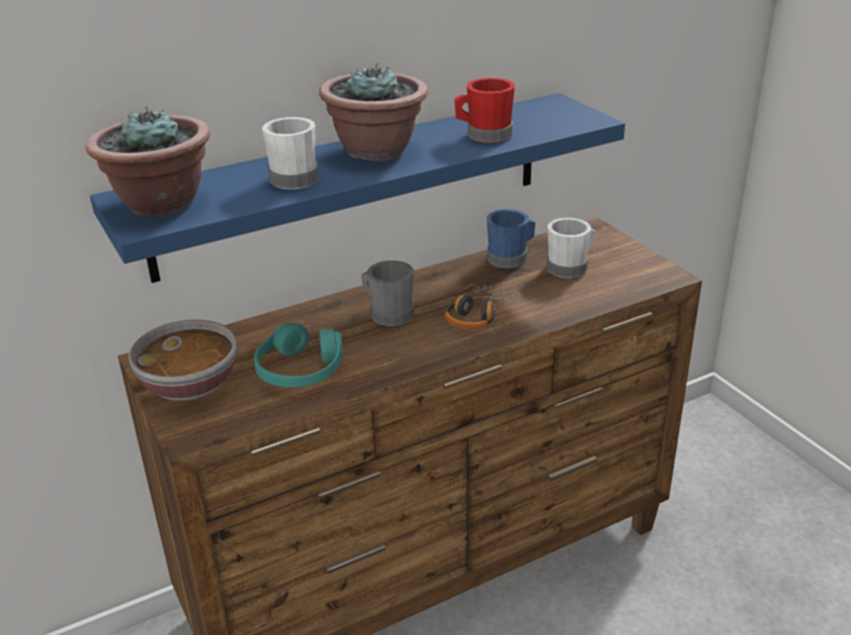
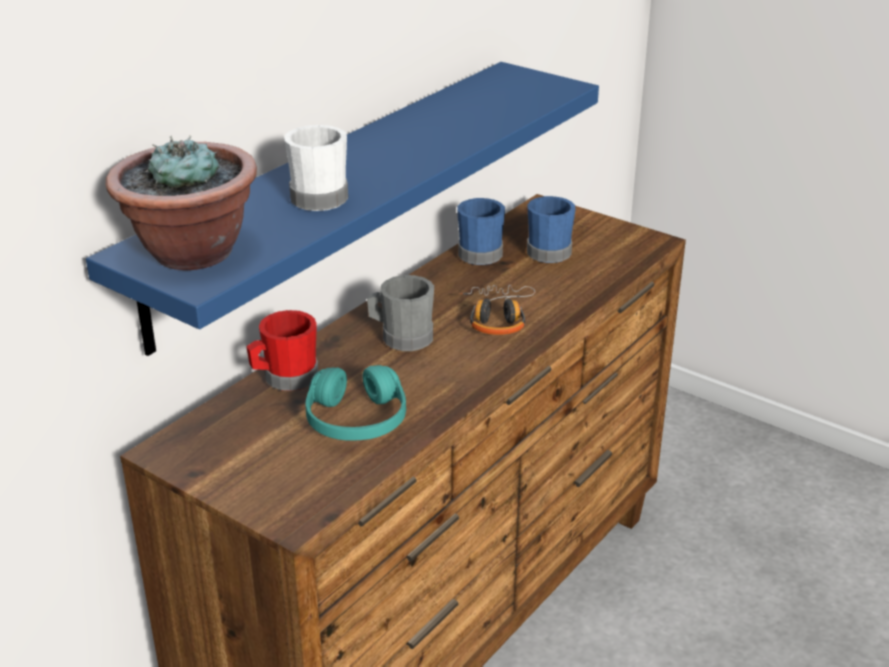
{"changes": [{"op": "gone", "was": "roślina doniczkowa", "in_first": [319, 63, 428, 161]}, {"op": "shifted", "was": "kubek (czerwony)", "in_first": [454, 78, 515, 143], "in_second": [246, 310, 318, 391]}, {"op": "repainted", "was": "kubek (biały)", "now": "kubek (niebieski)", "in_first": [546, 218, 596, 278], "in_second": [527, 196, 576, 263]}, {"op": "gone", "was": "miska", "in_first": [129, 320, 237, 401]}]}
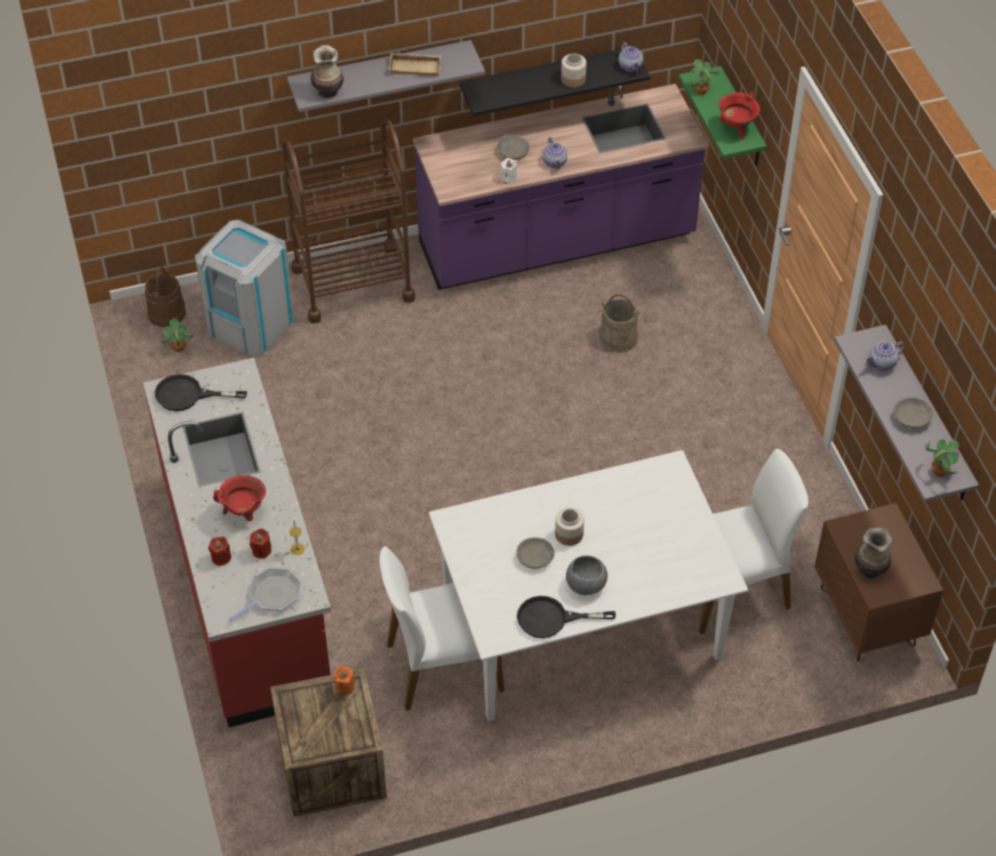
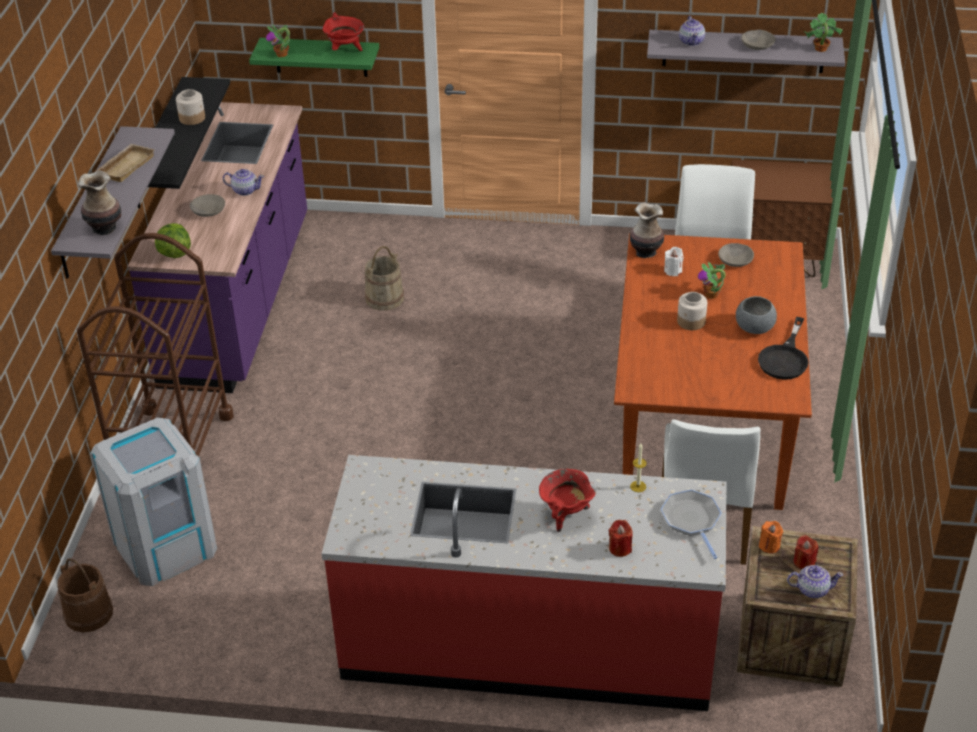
{"changes": [{"op": "shifted", "was": "imbryk", "in_first": [618, 42, 643, 72], "in_second": [787, 565, 844, 598]}, {"op": "shifted", "was": "świeca (biały)", "in_first": [501, 158, 517, 184], "in_second": [664, 247, 684, 276]}, {"op": "shifted", "was": "roślina doniczkowa", "in_first": [159, 318, 195, 352], "in_second": [698, 262, 726, 299]}, {"op": "gone", "was": "patelnia (czarny)", "in_first": [155, 374, 247, 411]}, {"op": "repainted", "was": "stół jadalny (biały)", "now": "stół jadalny (brązowy)", "in_first": [429, 450, 748, 721], "in_second": [614, 233, 812, 510]}, {"op": "shifted", "was": "świeca (czerwony)", "in_first": [250, 528, 271, 559], "in_second": [794, 535, 818, 569]}, {"op": "shifted", "was": "wazon", "in_first": [855, 528, 893, 579], "in_second": [630, 202, 664, 258]}, {"op": "shifted", "was": "miska (szary)", "in_first": [516, 537, 555, 569], "in_second": [718, 243, 754, 267]}, {"op": "new", "now": "sałata", "in_second": [155, 223, 191, 258]}]}
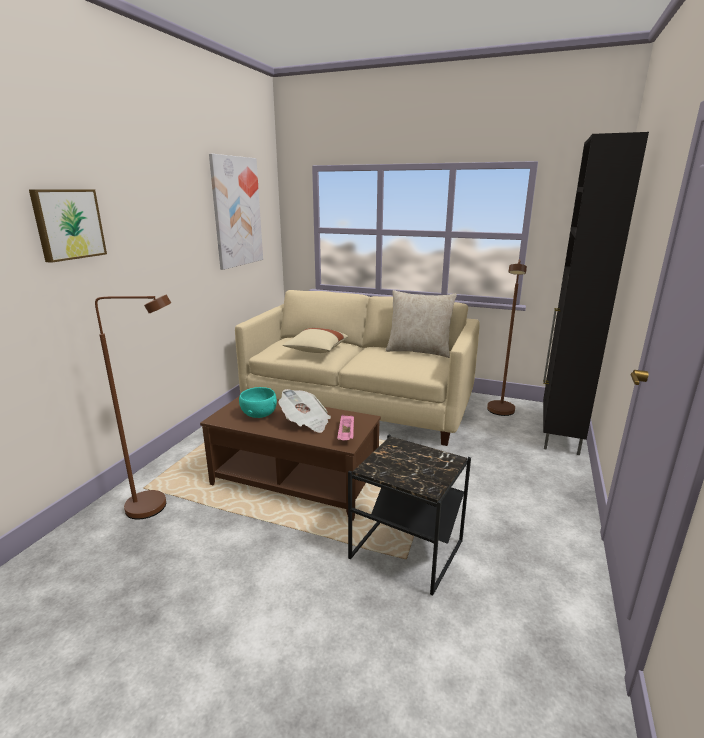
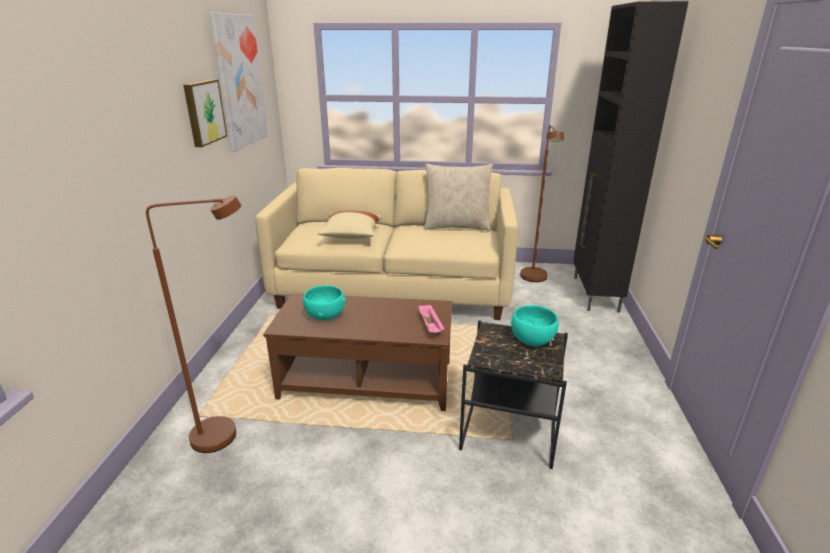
{"changes": [{"op": "shifted", "was": "obraz", "in_first": [29, 189, 107, 263], "in_second": [183, 79, 227, 147]}, {"op": "gone", "was": "gazeta", "in_first": [278, 389, 331, 433]}, {"op": "new", "now": "miska (turkusowy)", "in_second": [511, 305, 559, 346]}]}
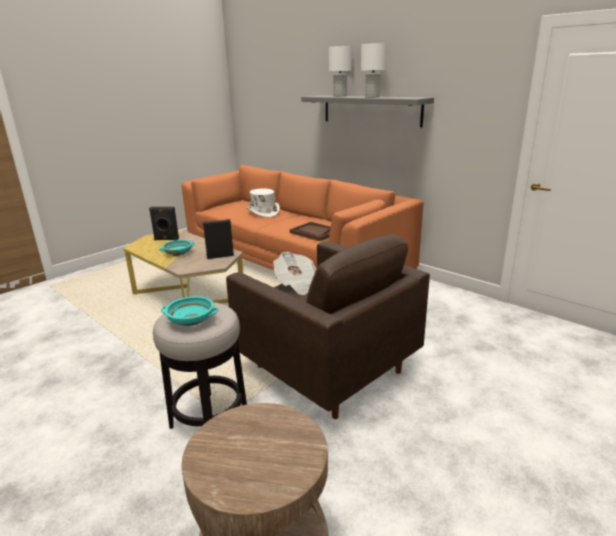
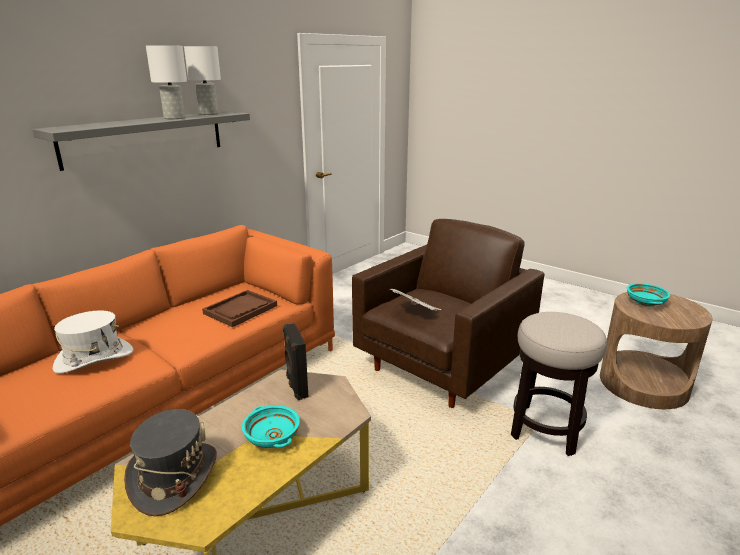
{"changes": [{"op": "shifted", "was": "lampa stołowa (biały)", "in_first": [329, 46, 352, 97], "in_second": [184, 46, 221, 115]}, {"op": "swapped", "was": "głośnik (czarny)", "now": "kapelusz (szary)", "in_first": [149, 207, 179, 240], "in_second": [124, 409, 217, 516]}, {"op": "shifted", "was": "miska (turkusowy)", "in_first": [161, 296, 219, 326], "in_second": [627, 283, 670, 307]}]}
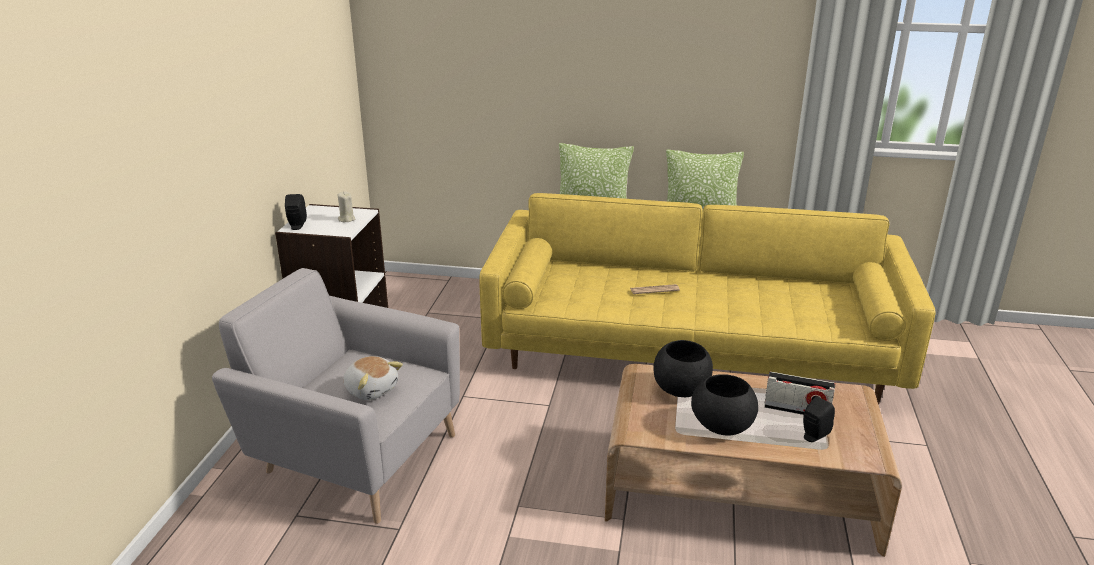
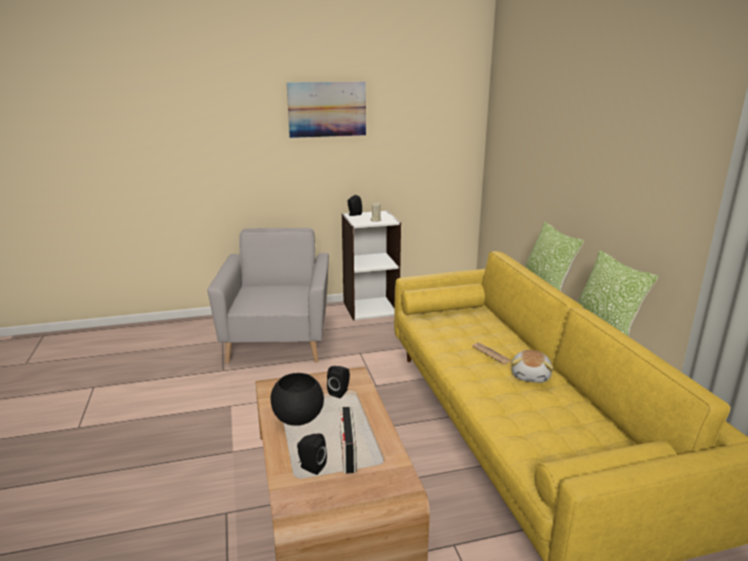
{"changes": [{"op": "swapped", "was": "miska (czarny)", "now": "głośnik (czarny)", "in_first": [653, 340, 713, 397], "in_second": [327, 366, 350, 398]}, {"op": "shifted", "was": "pluszak", "in_first": [343, 356, 403, 400], "in_second": [511, 350, 553, 383]}, {"op": "new", "now": "obraz", "in_second": [287, 82, 366, 138]}]}
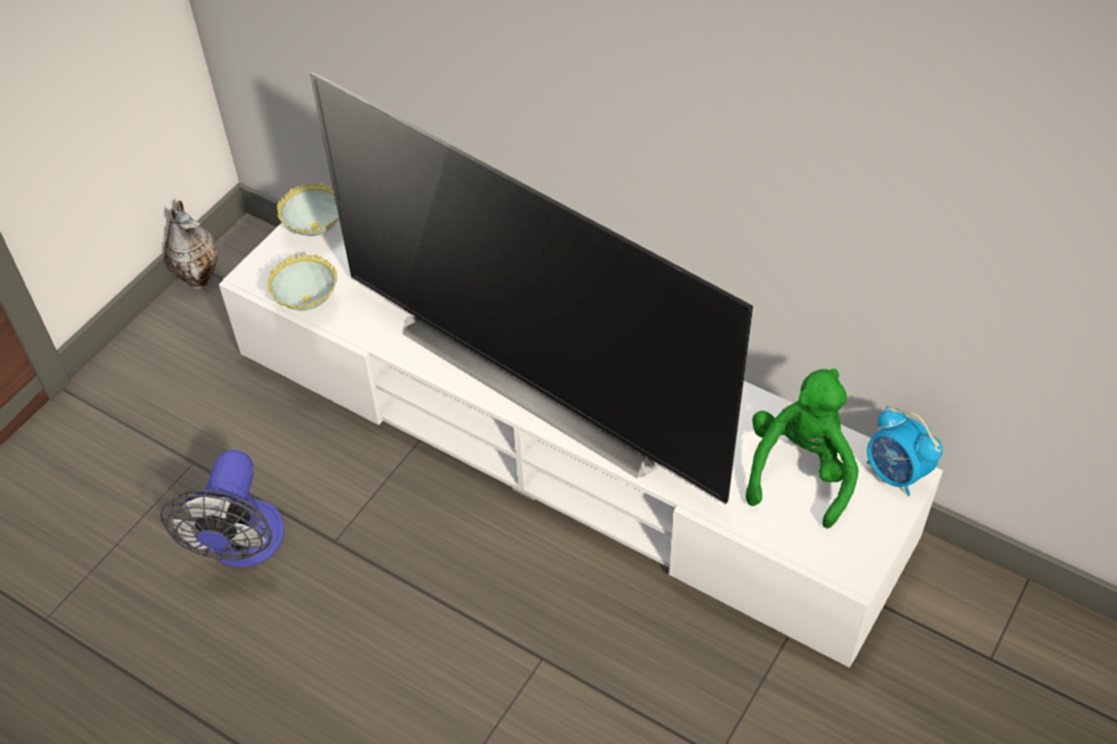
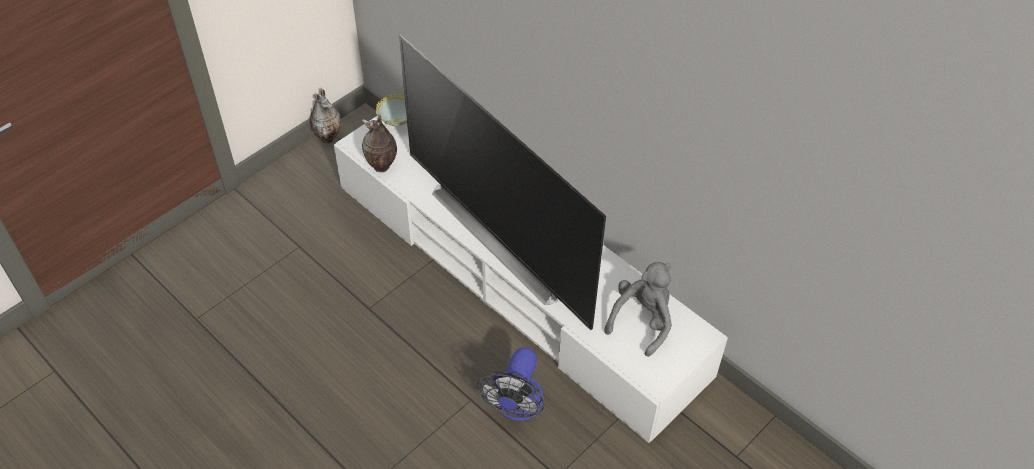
{"changes": [{"op": "swapped", "was": "miska", "now": "wazon", "in_first": [266, 254, 337, 311], "in_second": [362, 114, 397, 172]}, {"op": "repainted", "was": "pluszak (zielony)", "now": "pluszak (szary)", "in_first": [746, 369, 858, 529], "in_second": [604, 262, 672, 357]}, {"op": "gone", "was": "budzik", "in_first": [867, 406, 943, 496]}, {"op": "shifted", "was": "wentylator", "in_first": [160, 450, 284, 568], "in_second": [477, 347, 545, 421]}]}
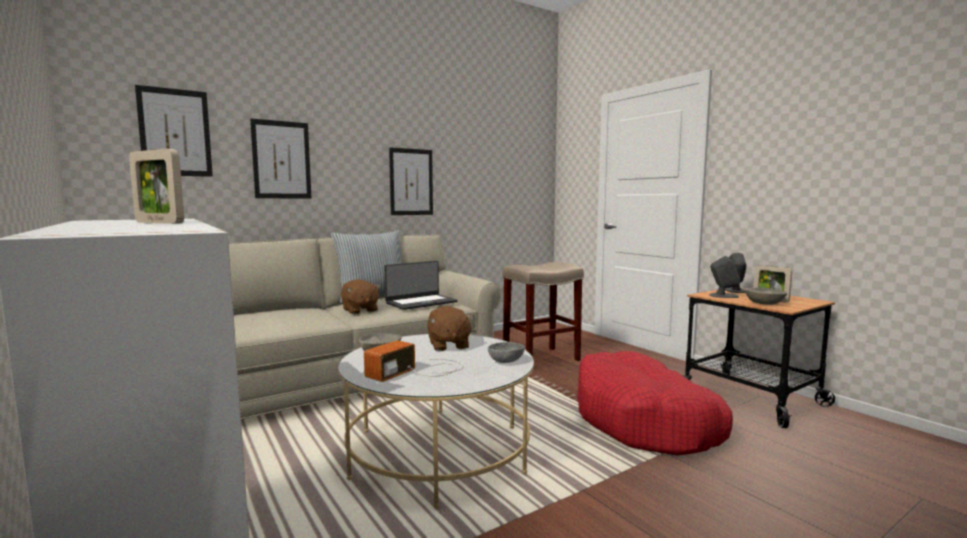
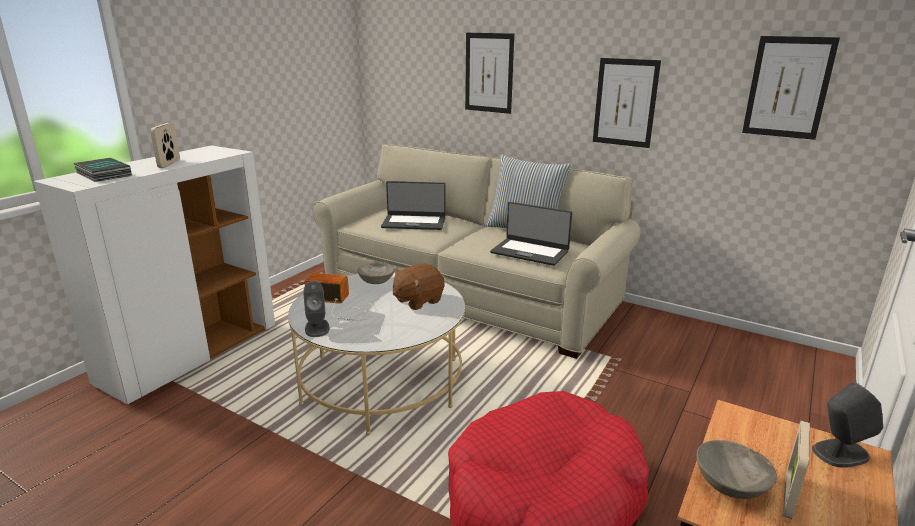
{"changes": [{"op": "shifted", "was": "obraz", "in_first": [135, 85, 213, 177], "in_second": [742, 36, 840, 140]}, {"op": "shifted", "was": "głośnik (szary)", "in_first": [709, 256, 740, 298], "in_second": [303, 281, 329, 337]}, {"op": "gone", "was": "stołek (beżowy)", "in_first": [503, 262, 584, 361]}, {"op": "gone", "was": "pluszak (brązowy)", "in_first": [341, 279, 381, 314]}, {"op": "gone", "was": "miska (szary)", "in_first": [488, 342, 525, 363]}, {"op": "new", "now": "książka", "in_second": [74, 158, 132, 182]}, {"op": "new", "now": "laptop", "in_second": [381, 181, 446, 230]}]}
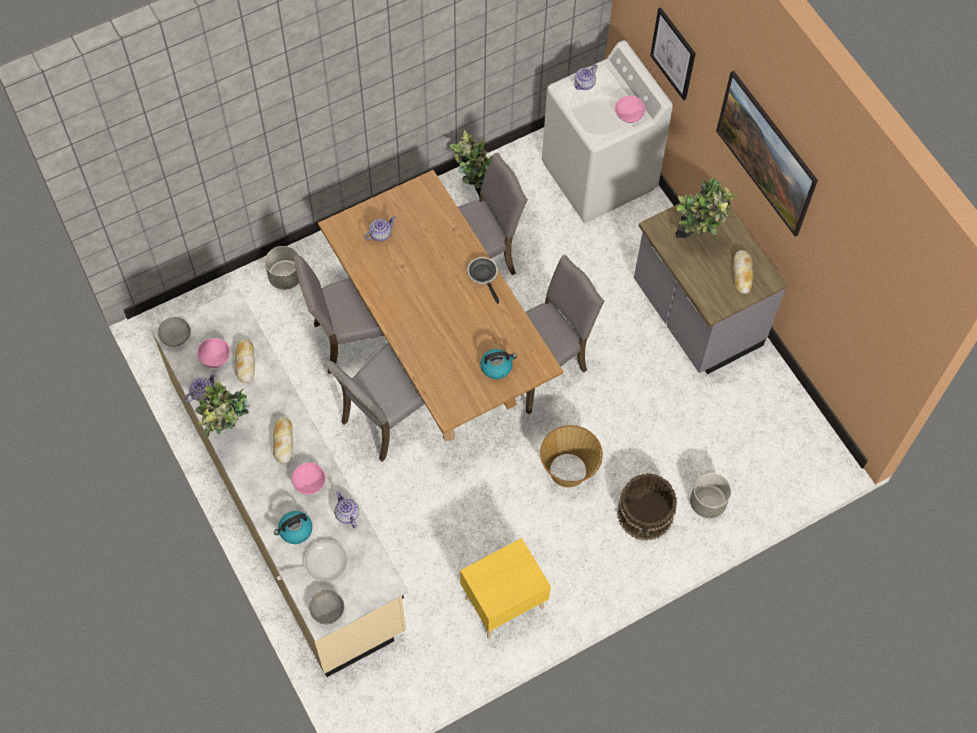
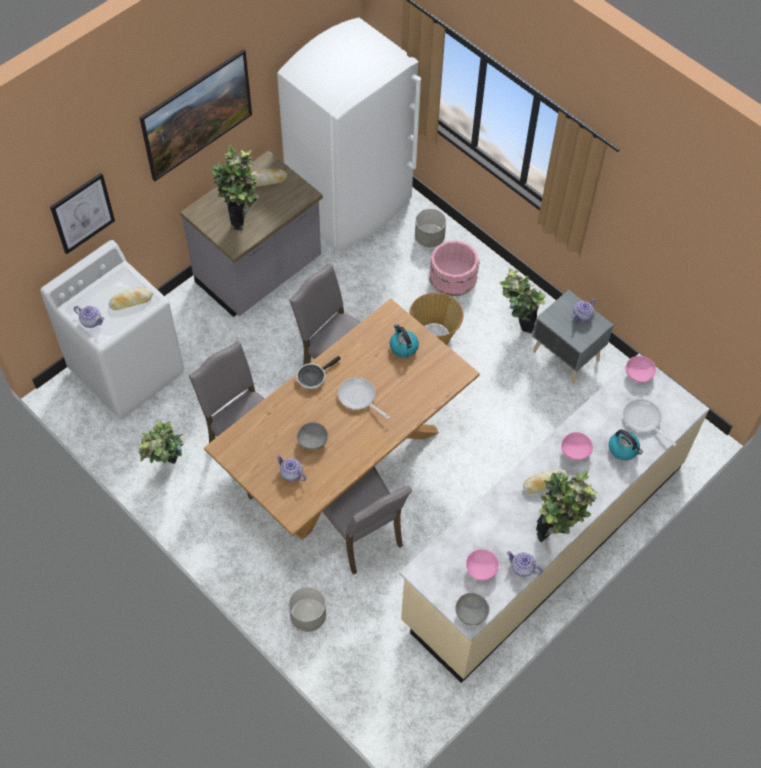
{"changes": [{"op": "shifted", "was": "miska (różowy)", "in_first": [615, 96, 645, 123], "in_second": [626, 356, 656, 383]}, {"op": "shifted", "was": "chleb", "in_first": [235, 339, 255, 383], "in_second": [109, 287, 153, 310]}, {"op": "gone", "was": "krzesło (szary)", "in_first": [324, 343, 425, 462]}, {"op": "repainted", "was": "wiadro (brązowy)", "now": "wiadro (różowy)", "in_first": [617, 473, 677, 541], "in_second": [429, 240, 480, 296]}, {"op": "shifted", "was": "imbryk", "in_first": [334, 491, 359, 528], "in_second": [573, 299, 596, 322]}, {"op": "repainted", "was": "szafka nocna (żółty)", "now": "szafka nocna (szary)", "in_first": [460, 538, 551, 638], "in_second": [532, 290, 614, 384]}, {"op": "shifted", "was": "miska (szary)", "in_first": [309, 590, 345, 624], "in_second": [297, 422, 328, 450]}, {"op": "new", "now": "lodówka (biały)", "in_second": [277, 18, 421, 252]}, {"op": "new", "now": "roślina doniczkowa", "in_second": [499, 267, 546, 333]}, {"op": "new", "now": "patelnia", "in_second": [338, 377, 390, 419]}]}
